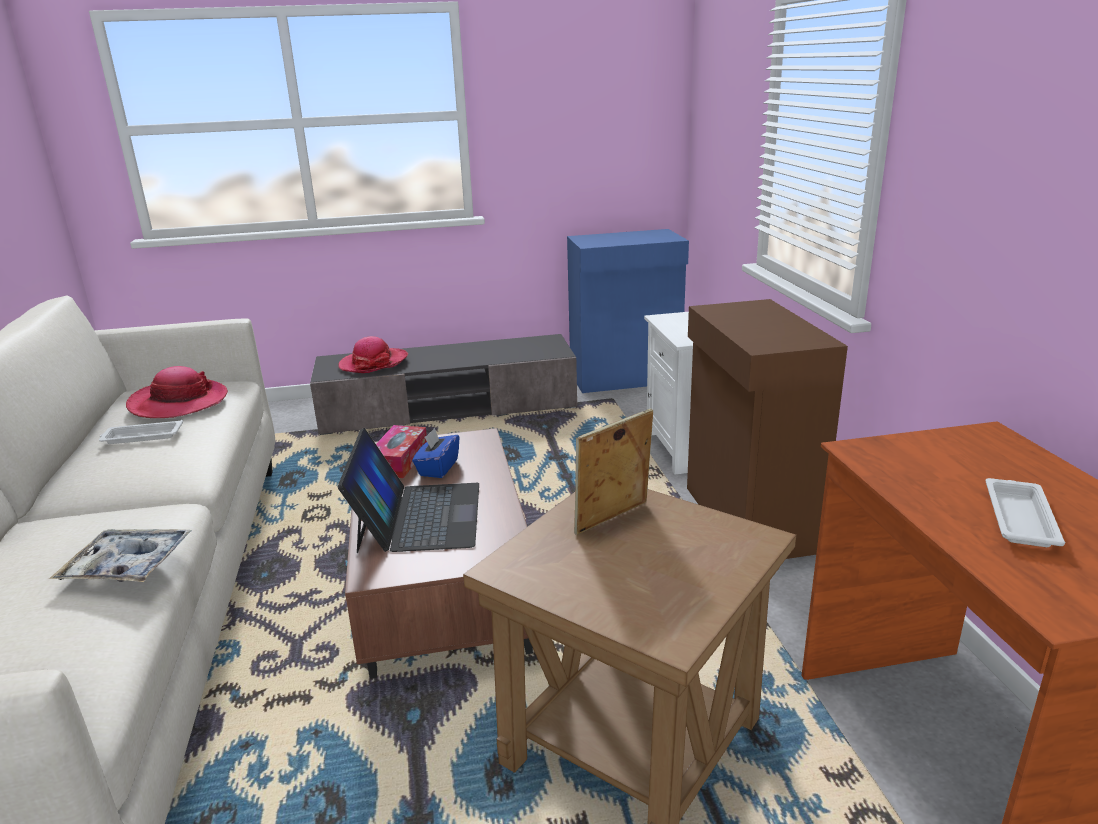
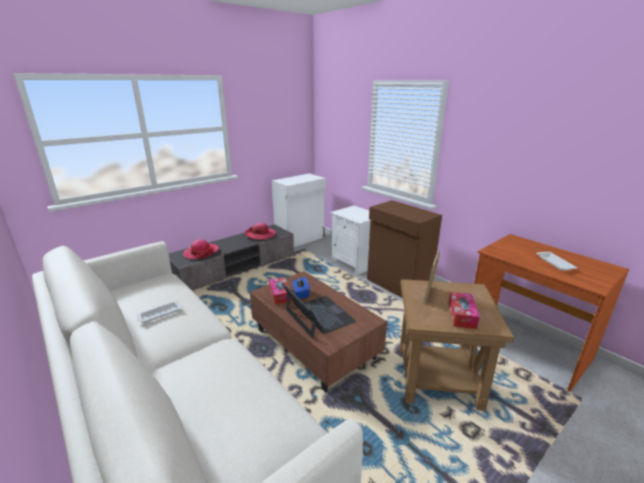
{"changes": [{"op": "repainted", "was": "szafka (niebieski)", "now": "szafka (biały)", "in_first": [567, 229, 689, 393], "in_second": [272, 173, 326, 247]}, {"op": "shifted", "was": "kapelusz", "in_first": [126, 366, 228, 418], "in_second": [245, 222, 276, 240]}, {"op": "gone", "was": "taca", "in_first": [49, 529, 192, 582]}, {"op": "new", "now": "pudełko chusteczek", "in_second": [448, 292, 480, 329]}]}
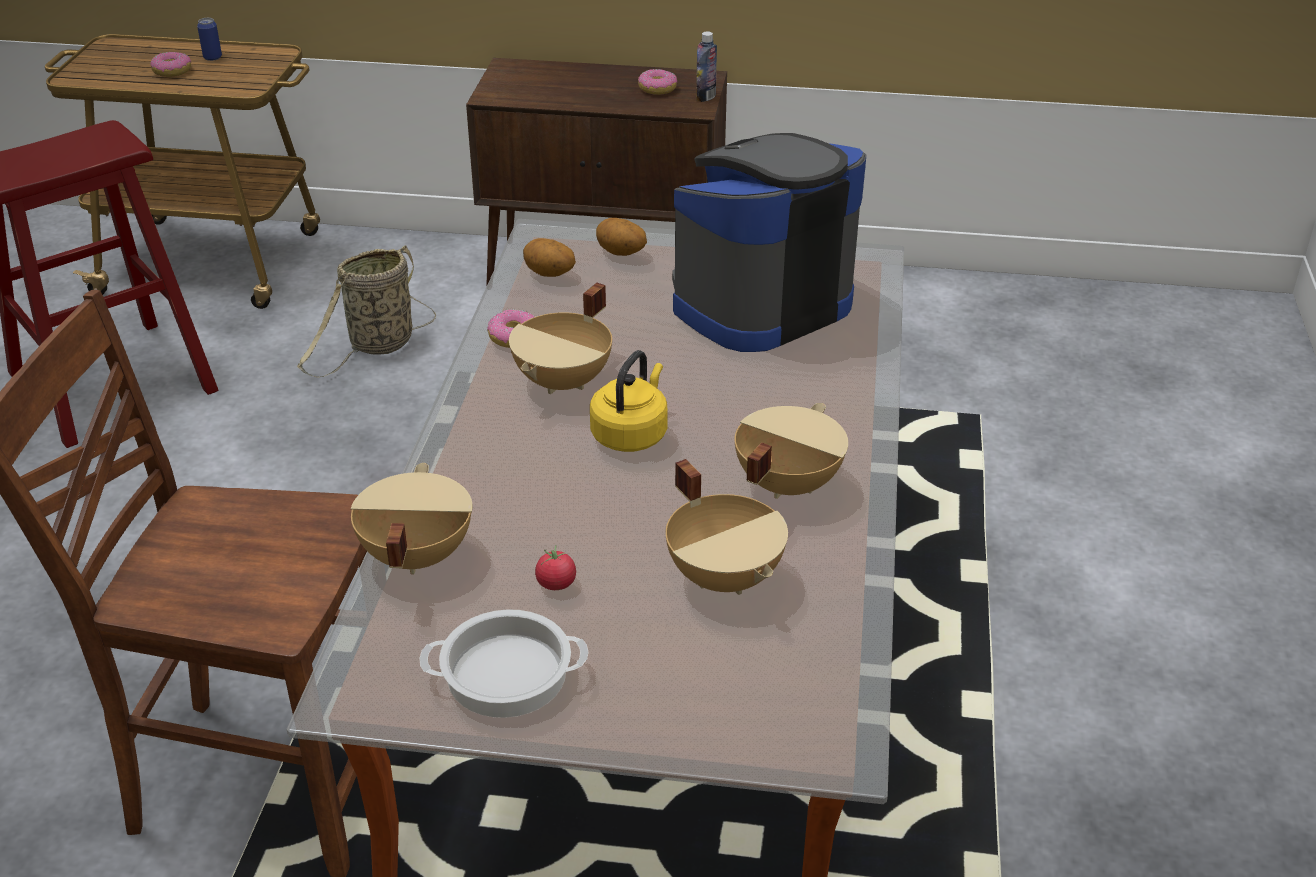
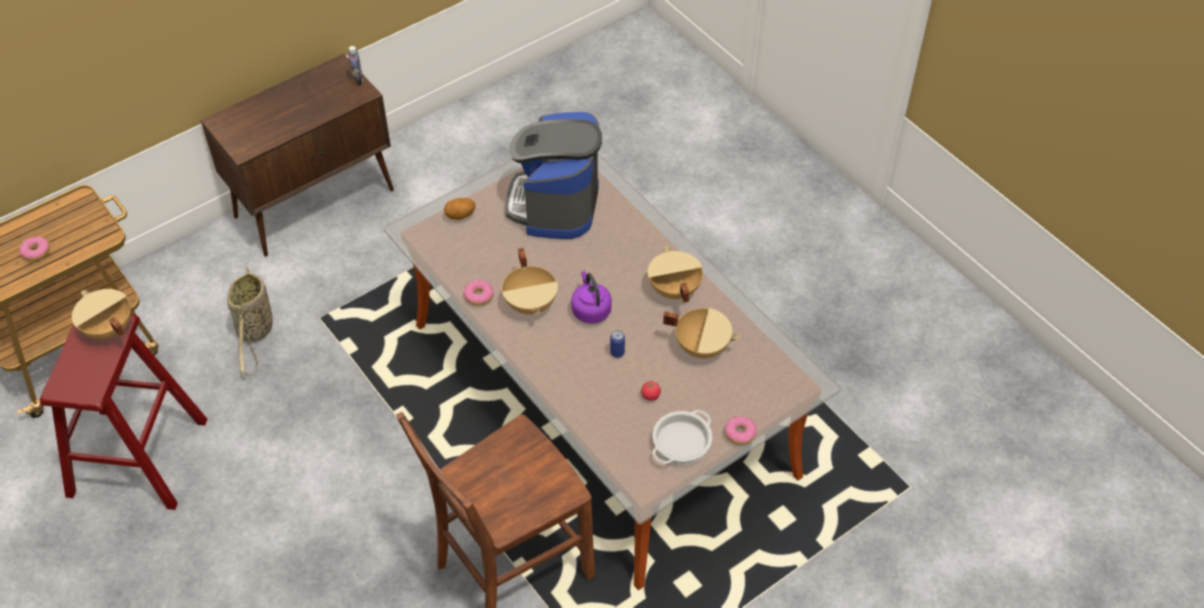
{"changes": [{"op": "shifted", "was": "puszka", "in_first": [197, 18, 222, 61], "in_second": [610, 330, 625, 358]}, {"op": "shifted", "was": "donut", "in_first": [638, 69, 678, 95], "in_second": [725, 416, 757, 445]}, {"op": "gone", "was": "ziemniak", "in_first": [523, 238, 576, 277]}, {"op": "repainted", "was": "czajnik (żółty)", "now": "czajnik (fioletowy)", "in_first": [590, 350, 668, 452], "in_second": [571, 271, 612, 324]}, {"op": "shifted", "was": "garnek (beżowy)", "in_first": [350, 463, 472, 574], "in_second": [72, 289, 131, 339]}]}
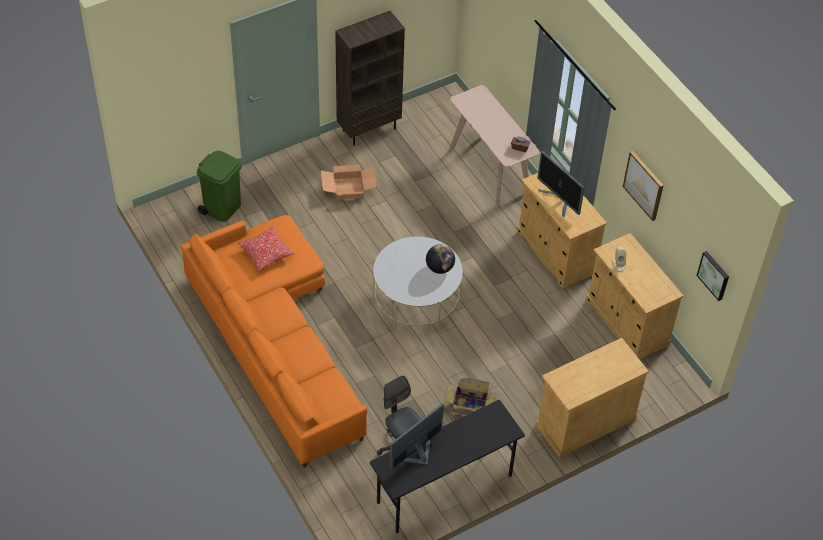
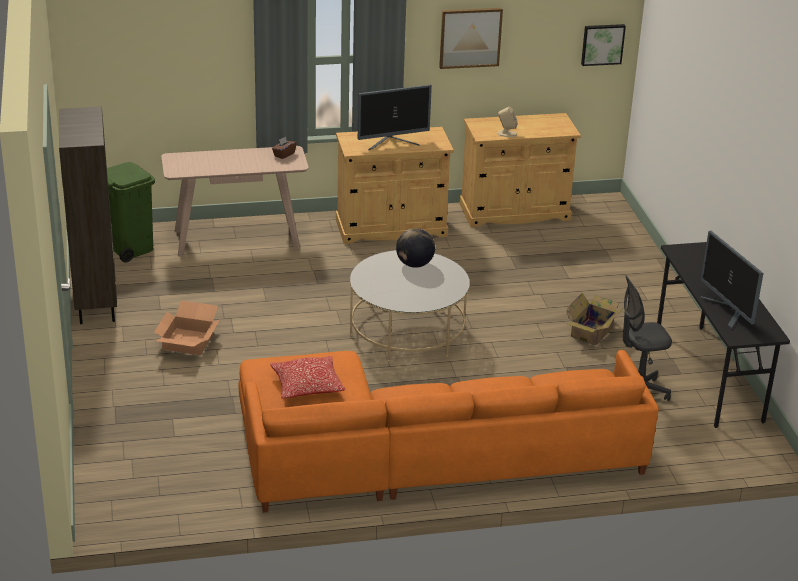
{"changes": [{"op": "shifted", "was": "kosz na śmieci (zielony)", "in_first": [197, 151, 242, 222], "in_second": [107, 162, 155, 263]}, {"op": "gone", "was": "szafka (beżowy)", "in_first": [536, 338, 649, 458]}]}
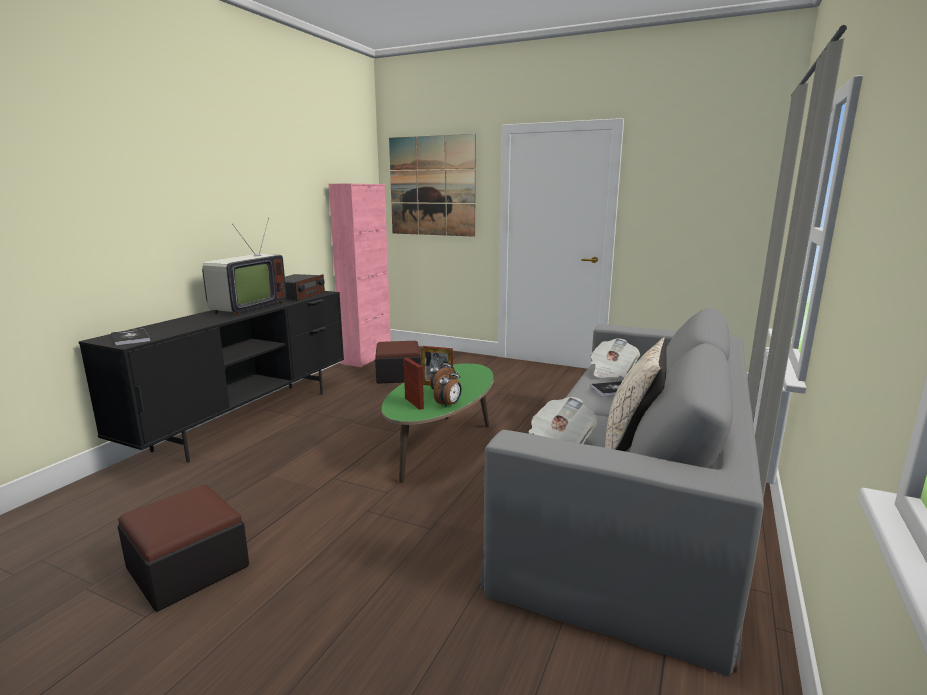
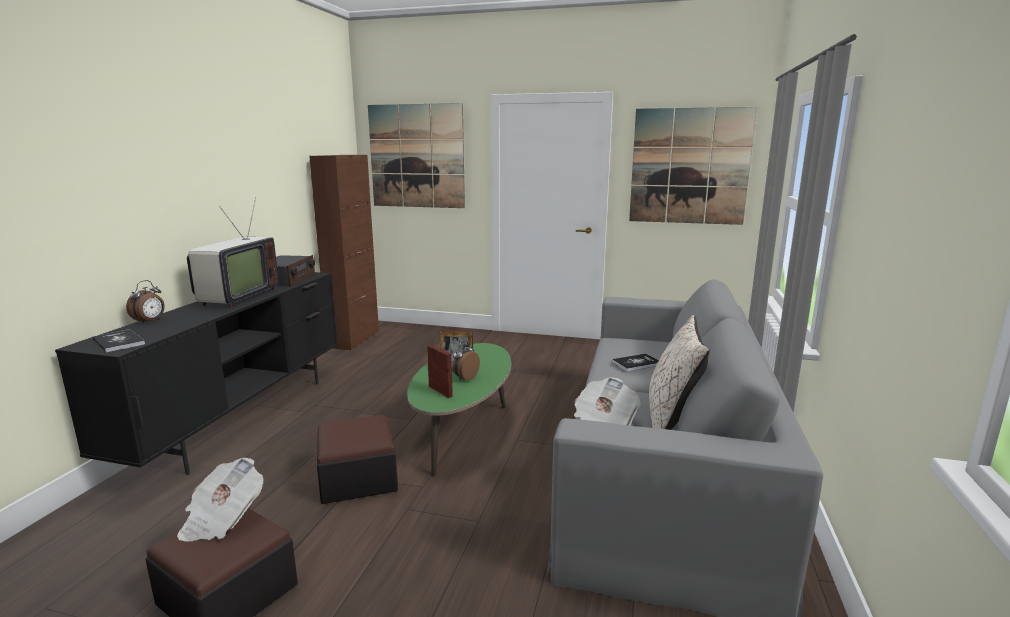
{"changes": [{"op": "repainted", "was": "szafka (różowy)", "now": "szafka (brązowy)", "in_first": [329, 184, 391, 367], "in_second": [309, 155, 379, 350]}, {"op": "shifted", "was": "gazeta", "in_first": [590, 338, 640, 378], "in_second": [177, 458, 263, 542]}, {"op": "shifted", "was": "pufa", "in_first": [375, 341, 421, 384], "in_second": [317, 415, 398, 504]}, {"op": "shifted", "was": "budzik", "in_first": [434, 367, 462, 408], "in_second": [126, 280, 165, 324]}, {"op": "new", "now": "obraz", "in_second": [629, 107, 757, 225]}]}
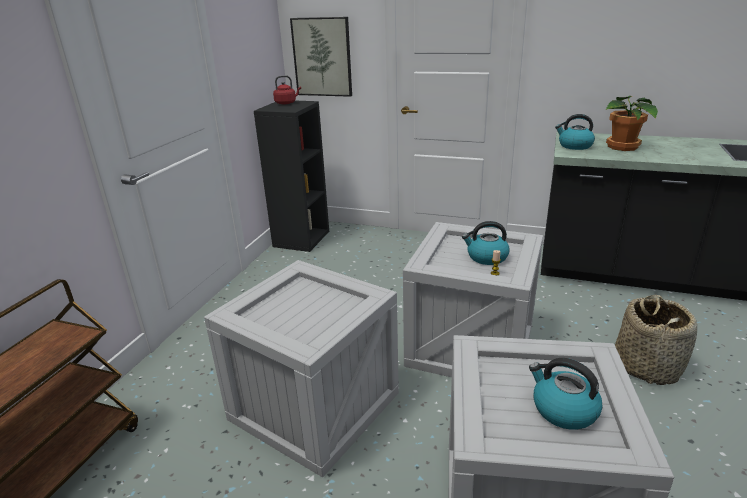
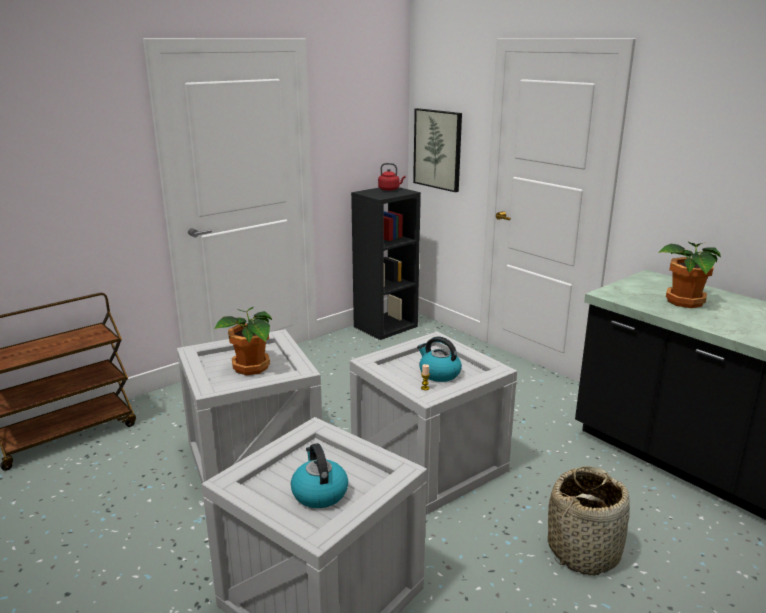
{"changes": [{"op": "gone", "was": "czajnik", "in_first": [555, 114, 595, 150]}, {"op": "new", "now": "roślina doniczkowa", "in_second": [214, 307, 272, 375]}]}
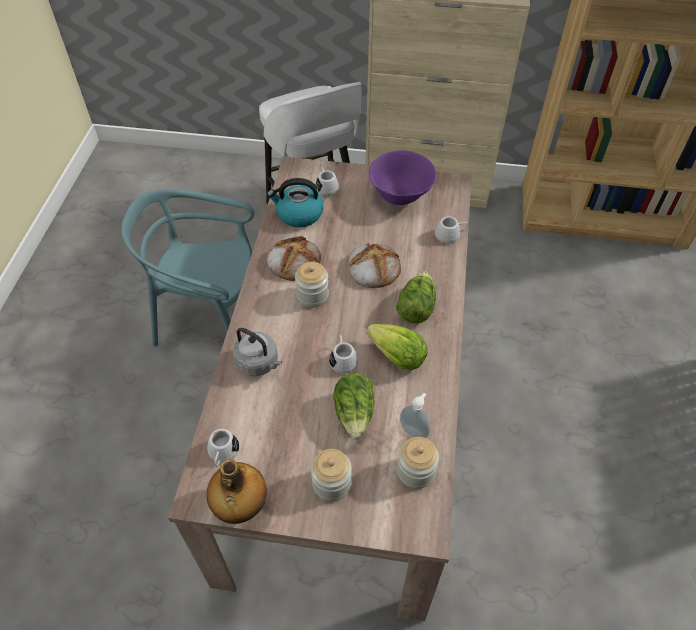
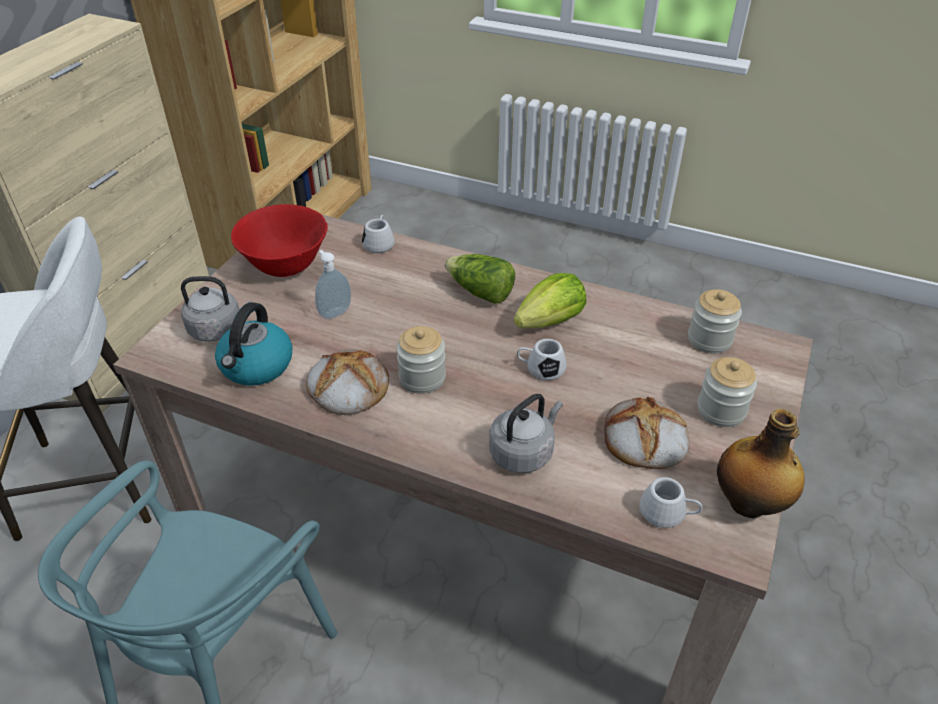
{"changes": [{"op": "repainted", "was": "miska (fioletowy)", "now": "miska (czerwony)", "in_first": [369, 150, 437, 205], "in_second": [231, 204, 328, 277]}, {"op": "swapped", "was": "kubek (biały)", "now": "czajnik (szary)", "in_first": [315, 167, 339, 196], "in_second": [181, 276, 251, 341]}, {"op": "shifted", "was": "chleb", "in_first": [348, 242, 401, 288], "in_second": [605, 397, 690, 469]}, {"op": "gone", "was": "sałata", "in_first": [334, 374, 375, 439]}, {"op": "shifted", "was": "dozownik mydła", "in_first": [400, 393, 430, 438], "in_second": [315, 250, 351, 319]}]}
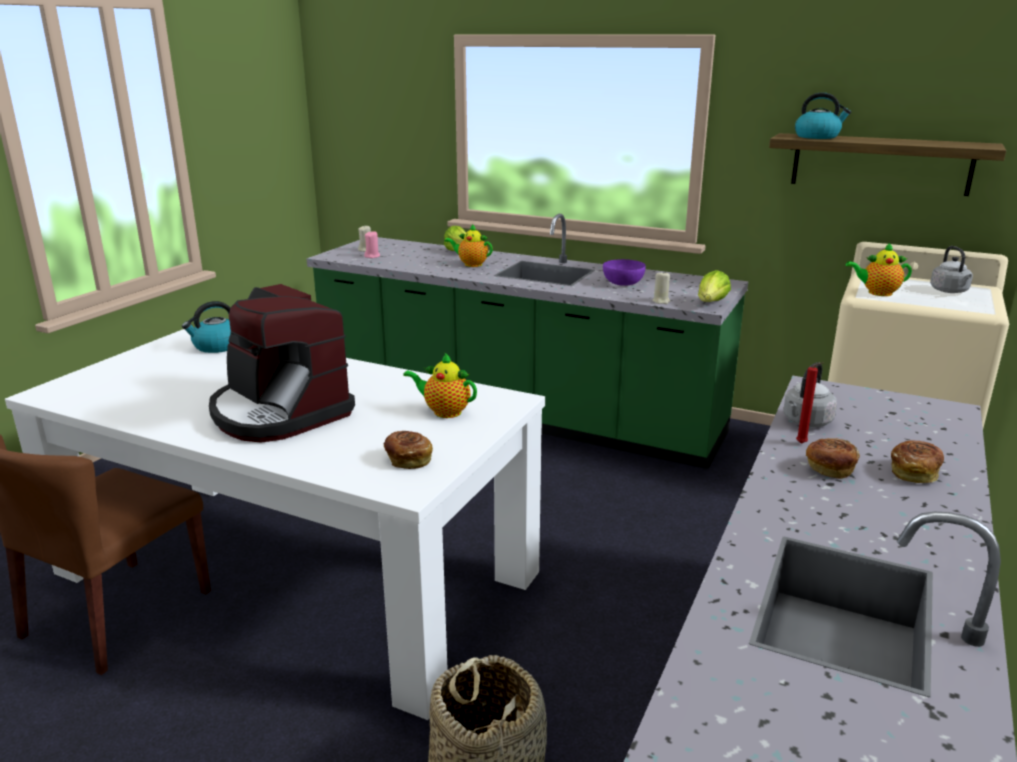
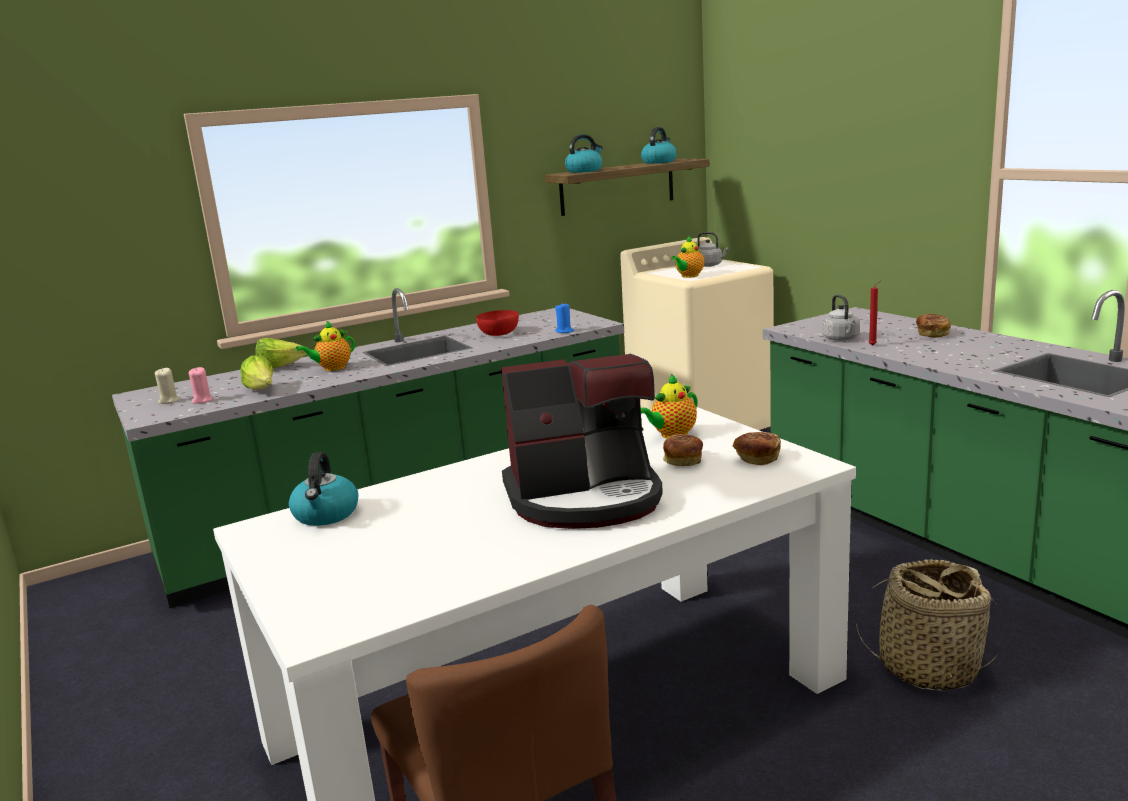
{"changes": [{"op": "repainted", "was": "miska (fioletowy)", "now": "miska (czerwony)", "in_first": [603, 259, 646, 286], "in_second": [476, 310, 519, 336]}, {"op": "shifted", "was": "sałata", "in_first": [698, 270, 731, 302], "in_second": [240, 355, 274, 390]}, {"op": "repainted", "was": "świeca (beżowy)", "now": "świeca (niebieski)", "in_first": [652, 271, 670, 304], "in_second": [555, 302, 574, 333]}, {"op": "shifted", "was": "chleb", "in_first": [806, 438, 860, 479], "in_second": [663, 434, 703, 466]}, {"op": "new", "now": "czajnik", "in_second": [641, 127, 677, 164]}]}
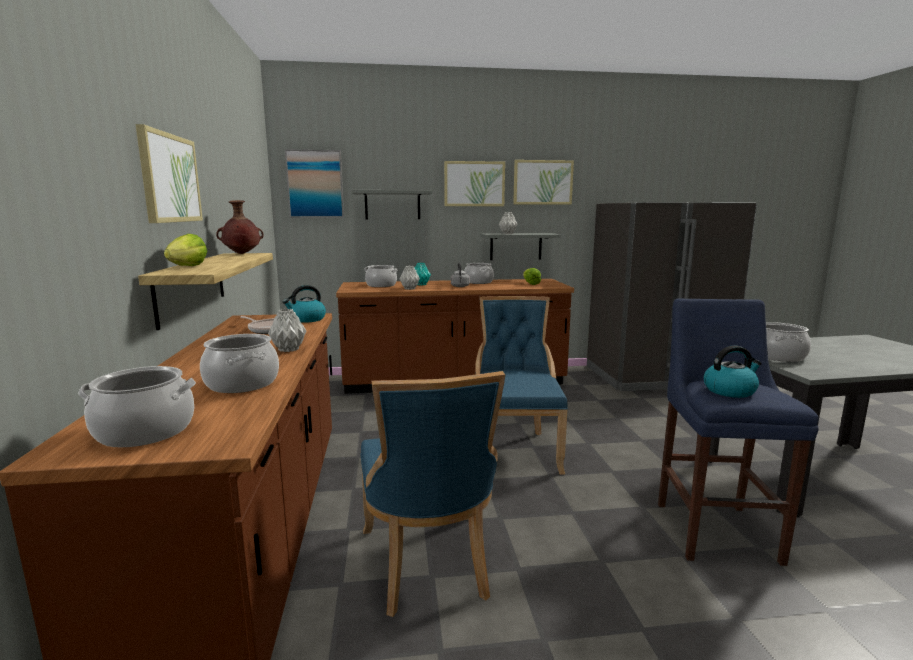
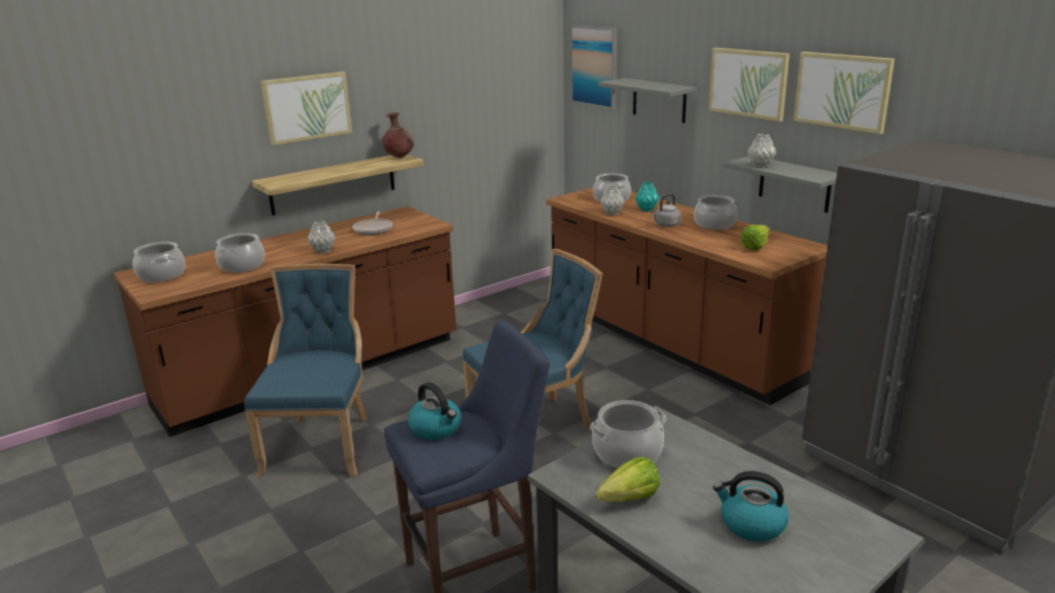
{"changes": [{"op": "shifted", "was": "sałata", "in_first": [164, 234, 207, 266], "in_second": [596, 457, 660, 502]}, {"op": "shifted", "was": "czajnik", "in_first": [283, 285, 326, 323], "in_second": [713, 471, 789, 542]}, {"op": "rotated", "was": "krzesło (niebieski)", "in_first": [360, 371, 505, 617], "in_second": [244, 264, 367, 477], "clockwise": 135}]}
